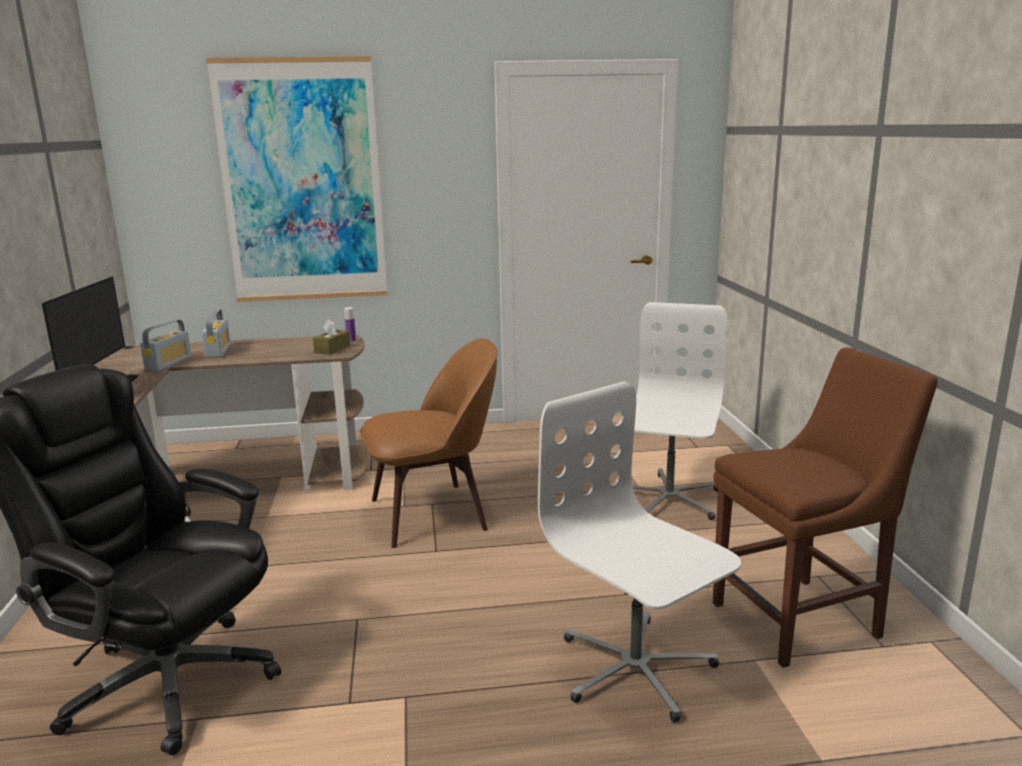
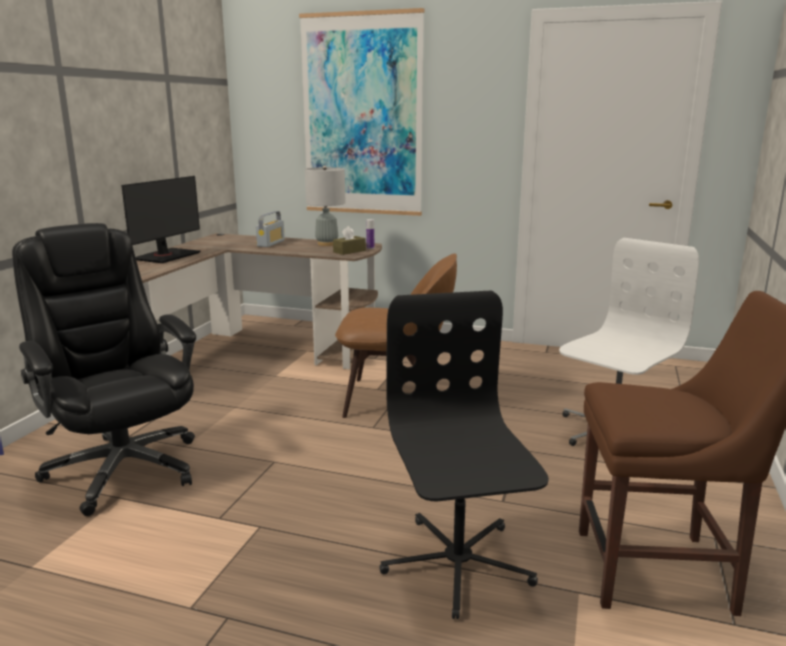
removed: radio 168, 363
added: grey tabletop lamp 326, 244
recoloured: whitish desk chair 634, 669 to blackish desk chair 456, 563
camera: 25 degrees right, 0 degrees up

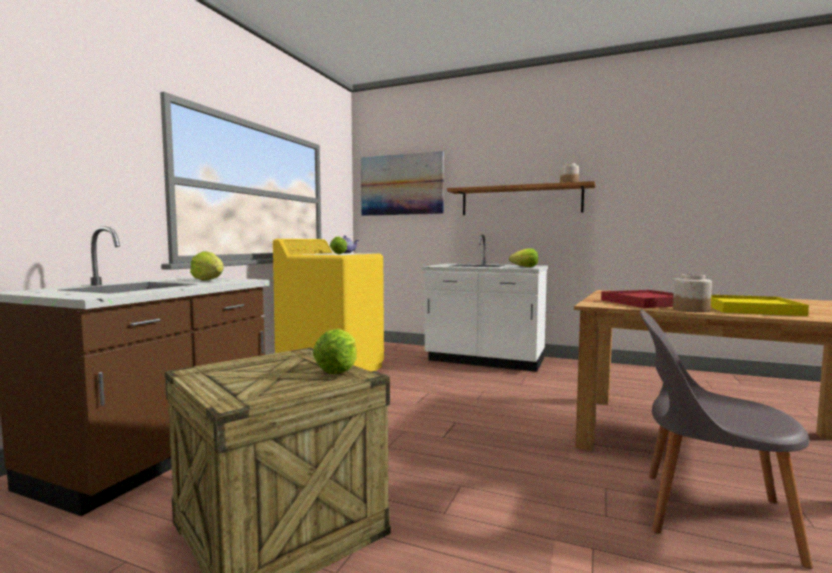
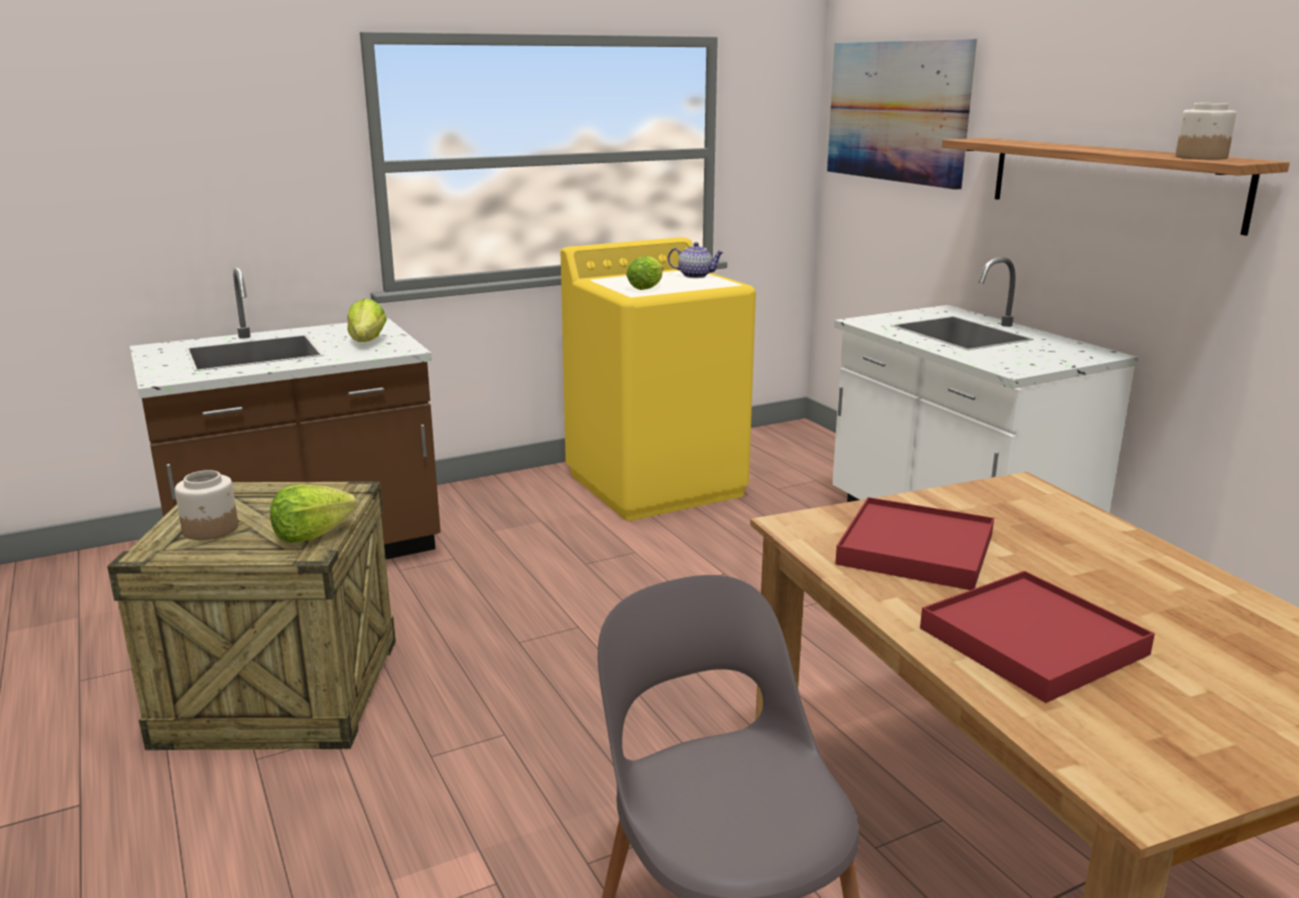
removed: head of lettuce 525, 267
moved: jar 691, 310 to 211, 529
recoloured: yellowish tray 751, 309 to red tray 1033, 641
camera: 40 degrees right, 15 degrees up

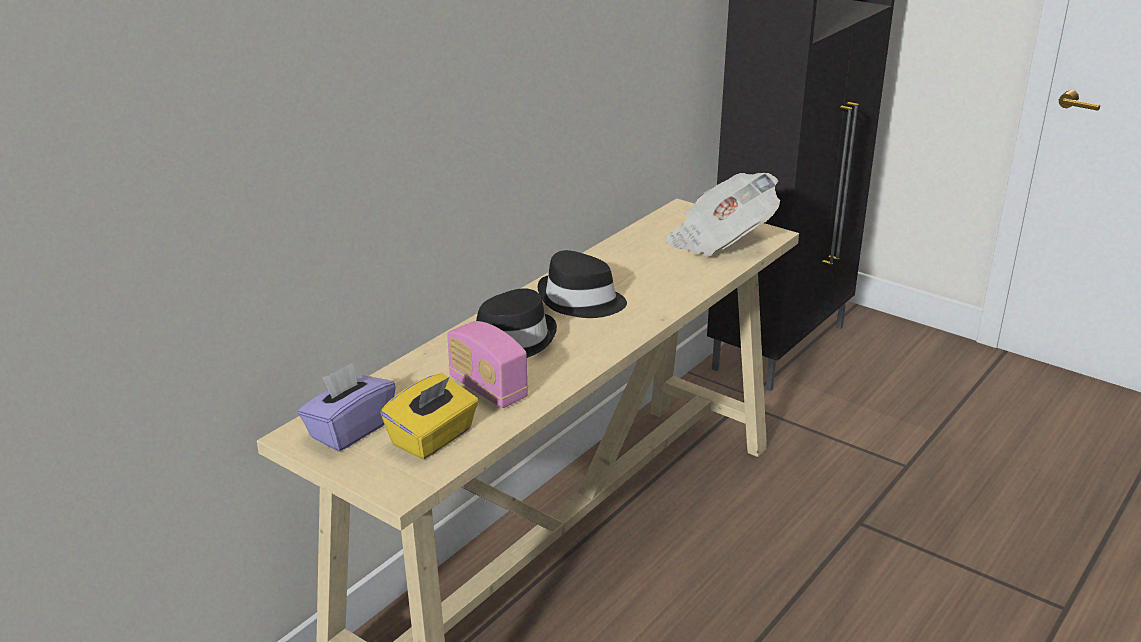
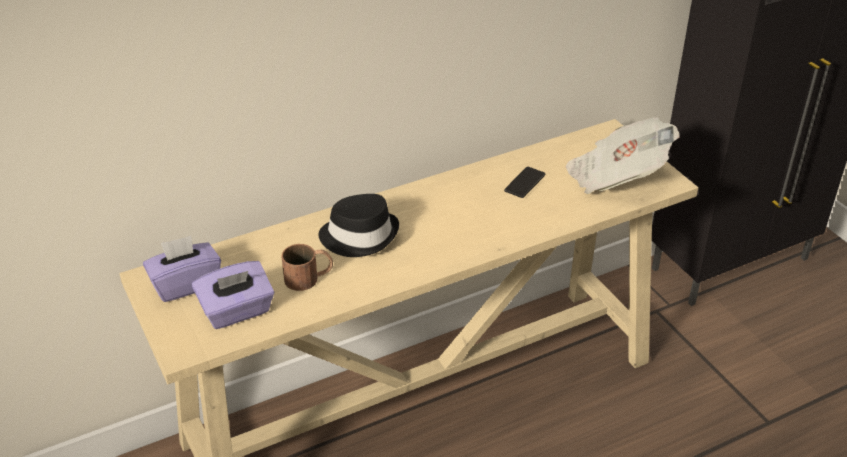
removed: blackish wearable hat 580, 301
added: handset 525, 183
replaced: radio 488, 389 to brownish mug 309, 277
recoloured: yellowish tissue holder 433, 438 to purple-coloured tissue holder 237, 311
camera: 25 degrees right, 10 degrees up

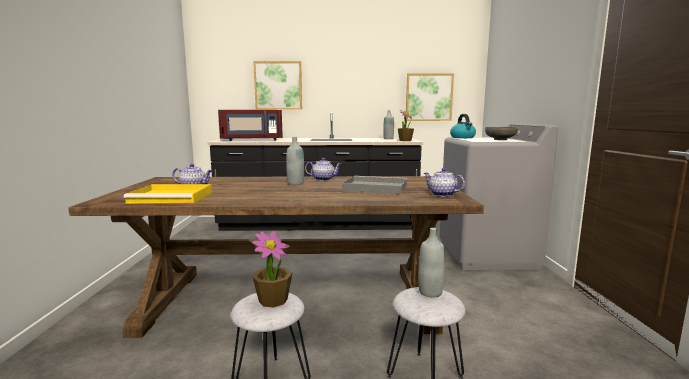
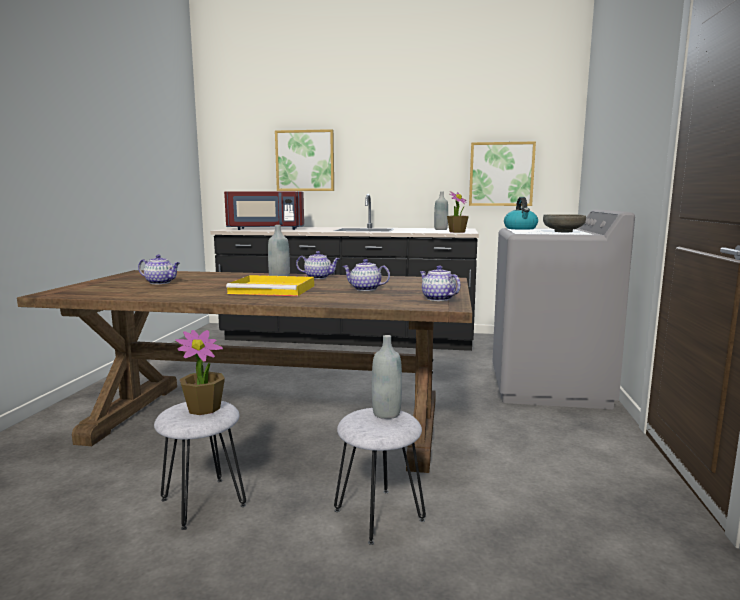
moved: yellowish tray 173, 197 to 274, 289
replaced: grey tray 374, 188 to tea pot 364, 289
camera: 10 degrees right, 0 degrees up

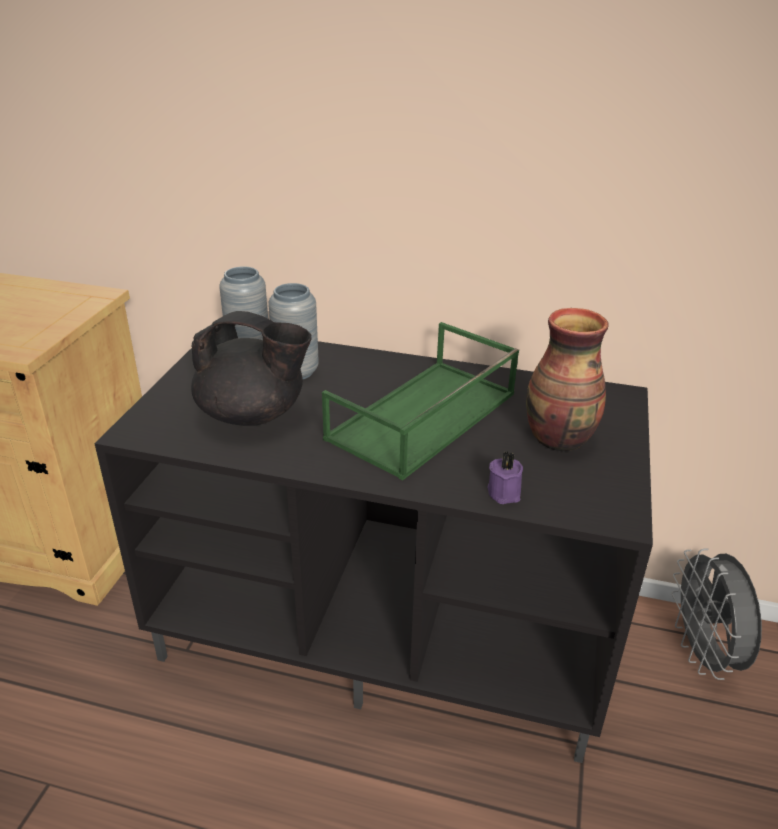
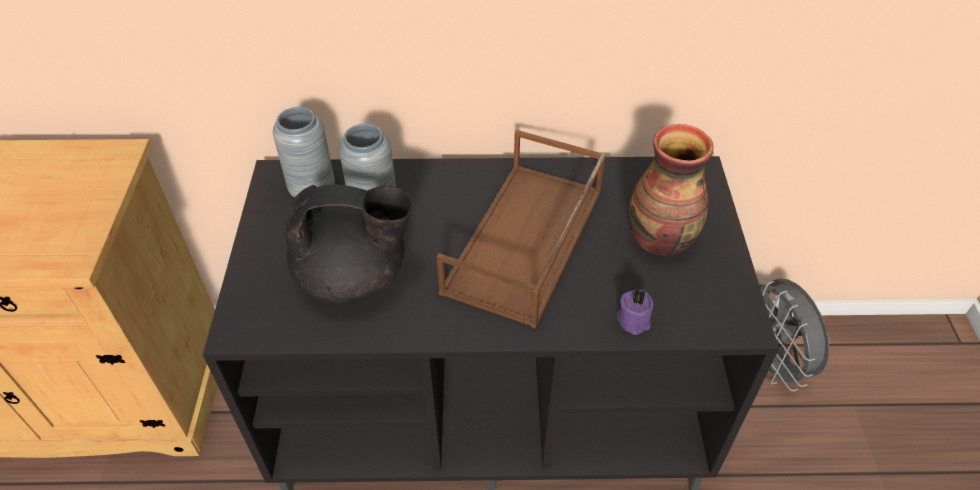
recoloured: green-coloured tray 423, 418 to brownish tray 525, 242
camera: 15 degrees left, 15 degrees up

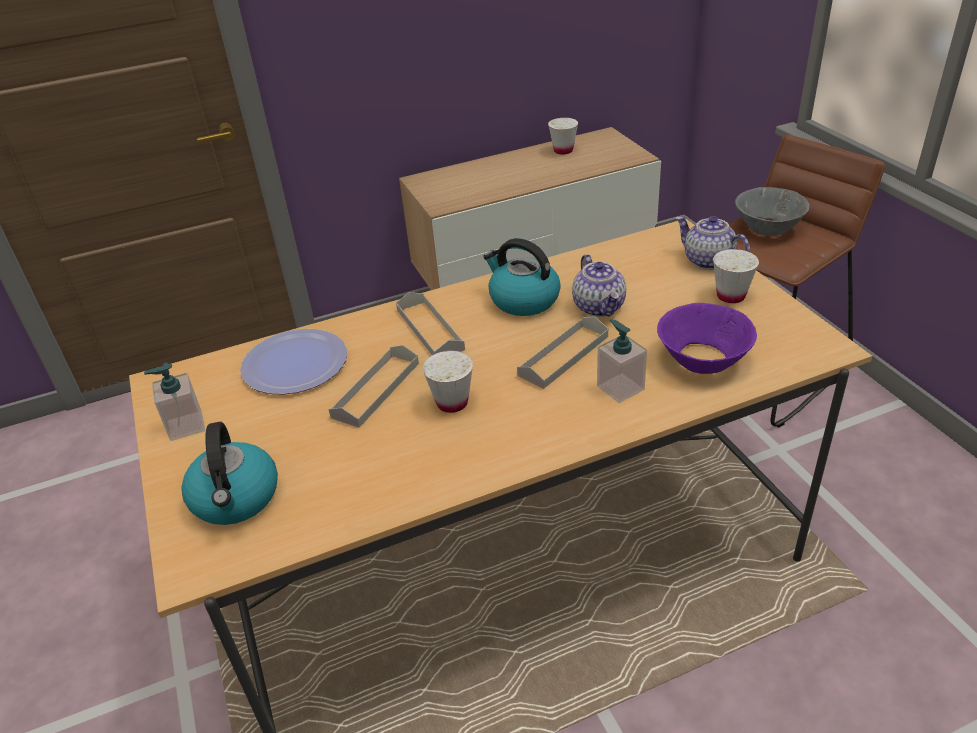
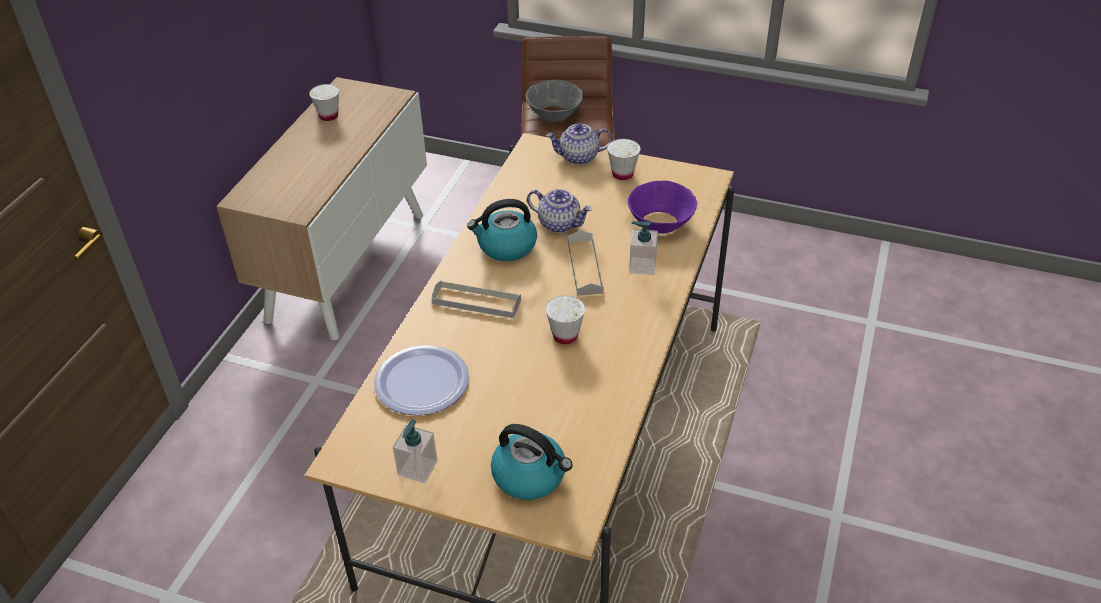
removed: grey tray 376, 389
camera: 50 degrees left, 5 degrees up

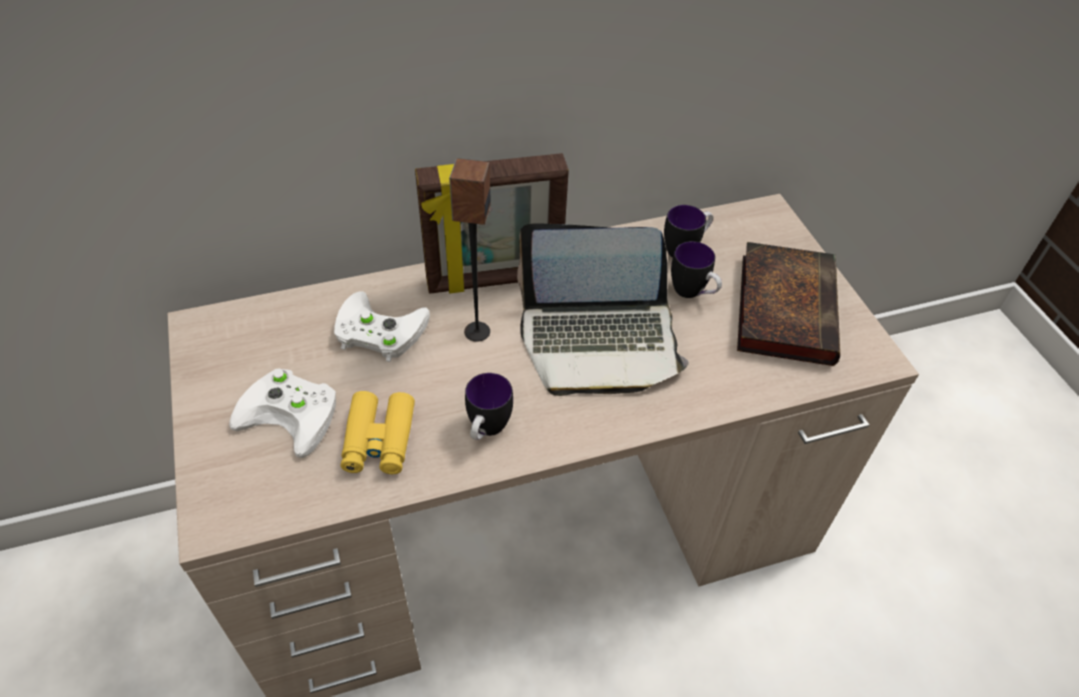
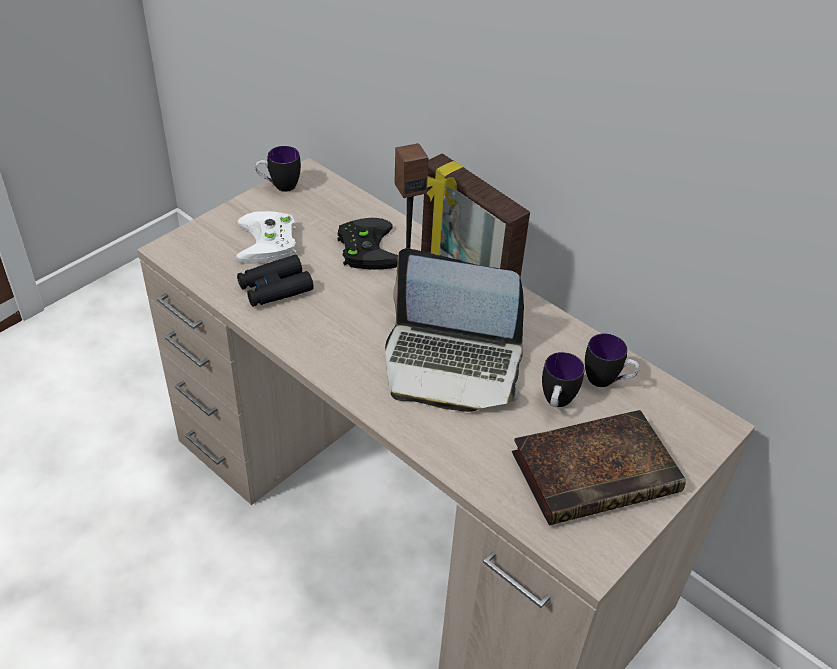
moved: mug 486, 431 to 279, 186
recoloured: whitish gamepad 376, 331 to blackish gamepad 365, 248; yellowish field glasses 379, 440 to blackish field glasses 275, 288
turned: laptop 599, 341 = 452, 364 45 degrees counterclockwise
camera: 60 degrees right, 5 degrees down

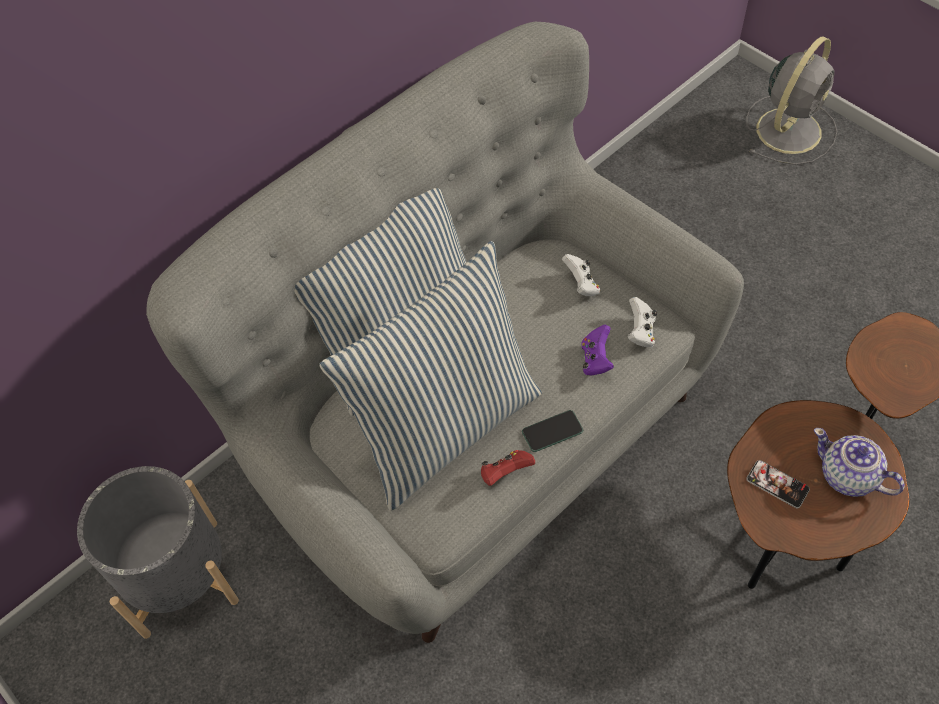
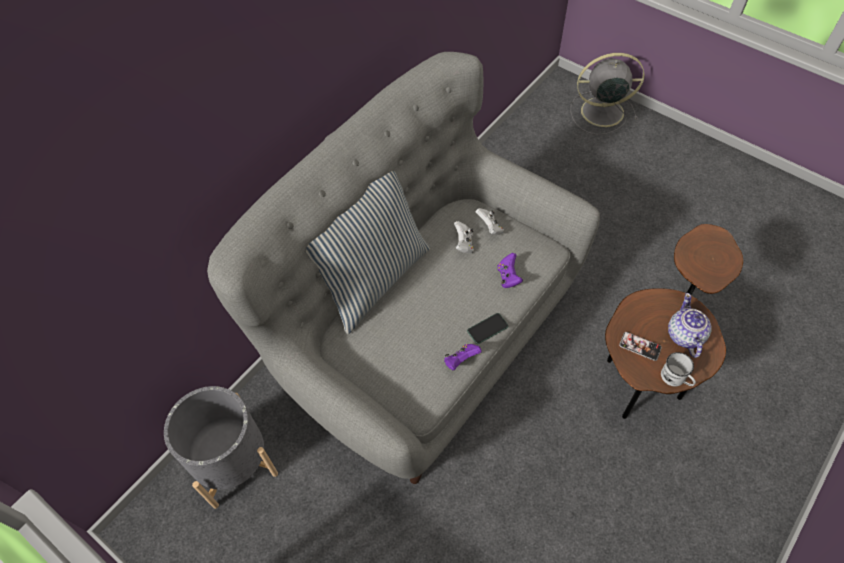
removed: pillow 446, 427
added: whitish mug 676, 378
moved: whitish gamepad 640, 332 to 464, 244
recoloured: red gamepad 505, 473 to purple-coloured gamepad 460, 361
turned: grey fan 790, 129 = 600, 112 120 degrees counterclockwise; tea pot 848, 476 = 684, 336 60 degrees clockwise
camera: 10 degrees left, 0 degrees up

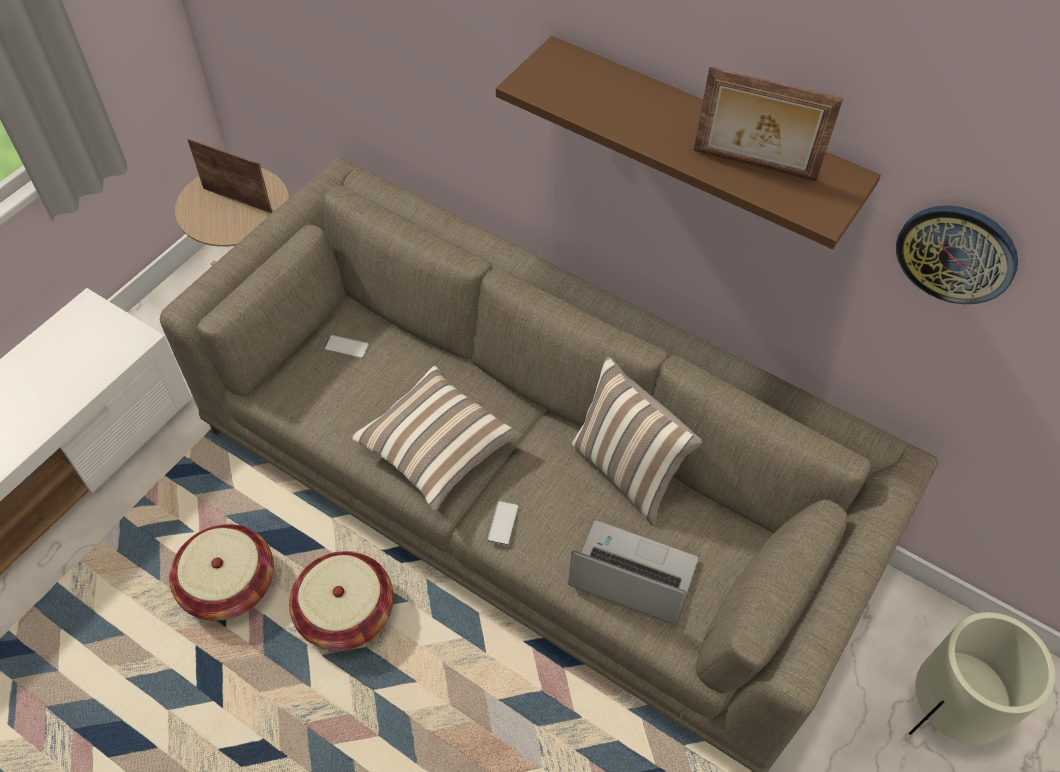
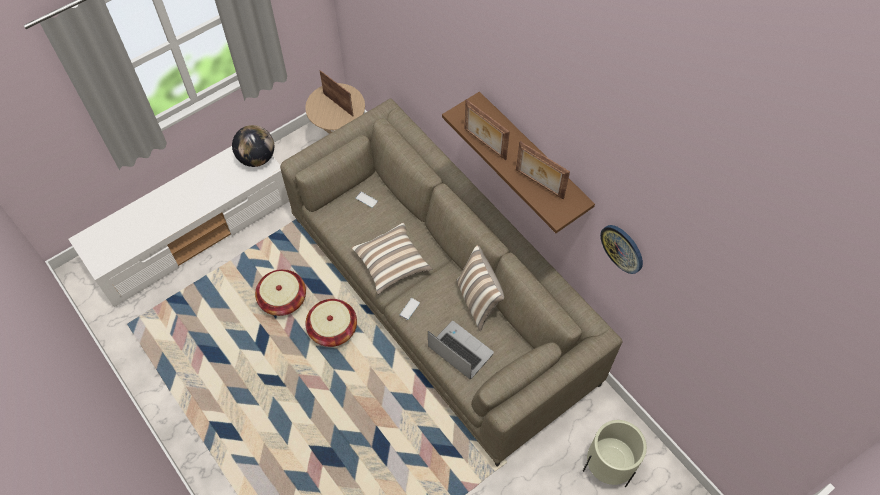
added: globe 257, 158; picture frame 484, 144
camera: 20 degrees right, 5 degrees up

